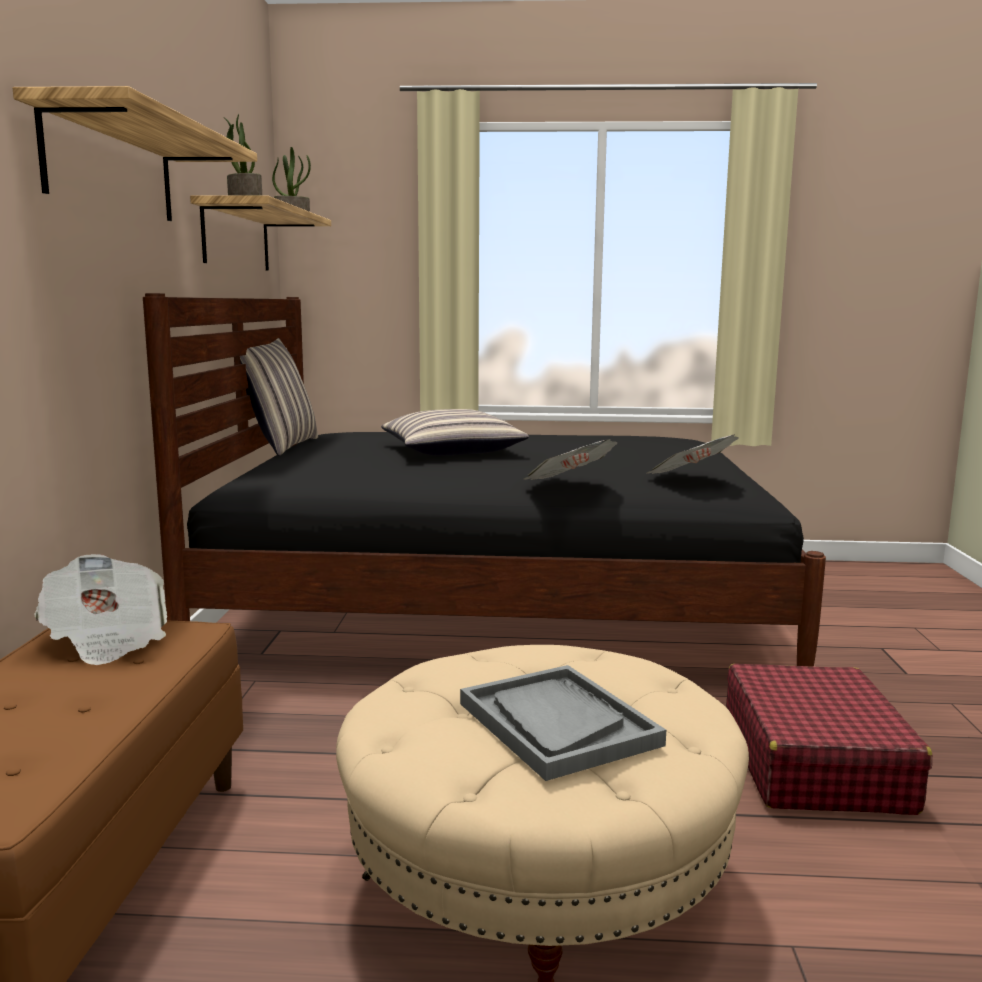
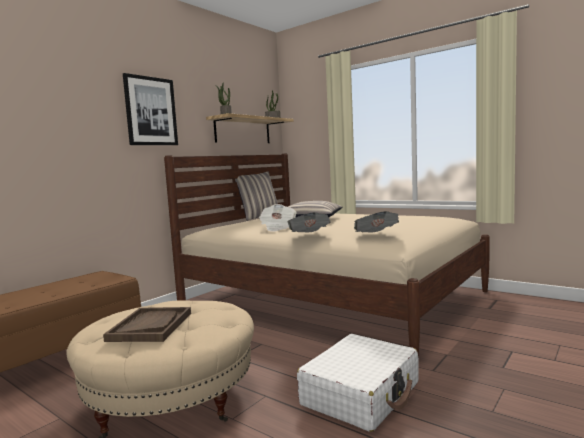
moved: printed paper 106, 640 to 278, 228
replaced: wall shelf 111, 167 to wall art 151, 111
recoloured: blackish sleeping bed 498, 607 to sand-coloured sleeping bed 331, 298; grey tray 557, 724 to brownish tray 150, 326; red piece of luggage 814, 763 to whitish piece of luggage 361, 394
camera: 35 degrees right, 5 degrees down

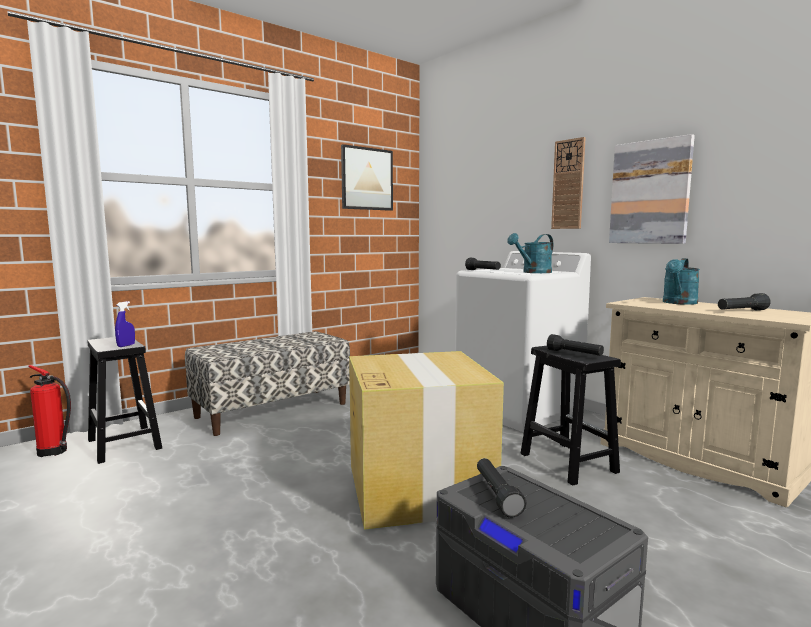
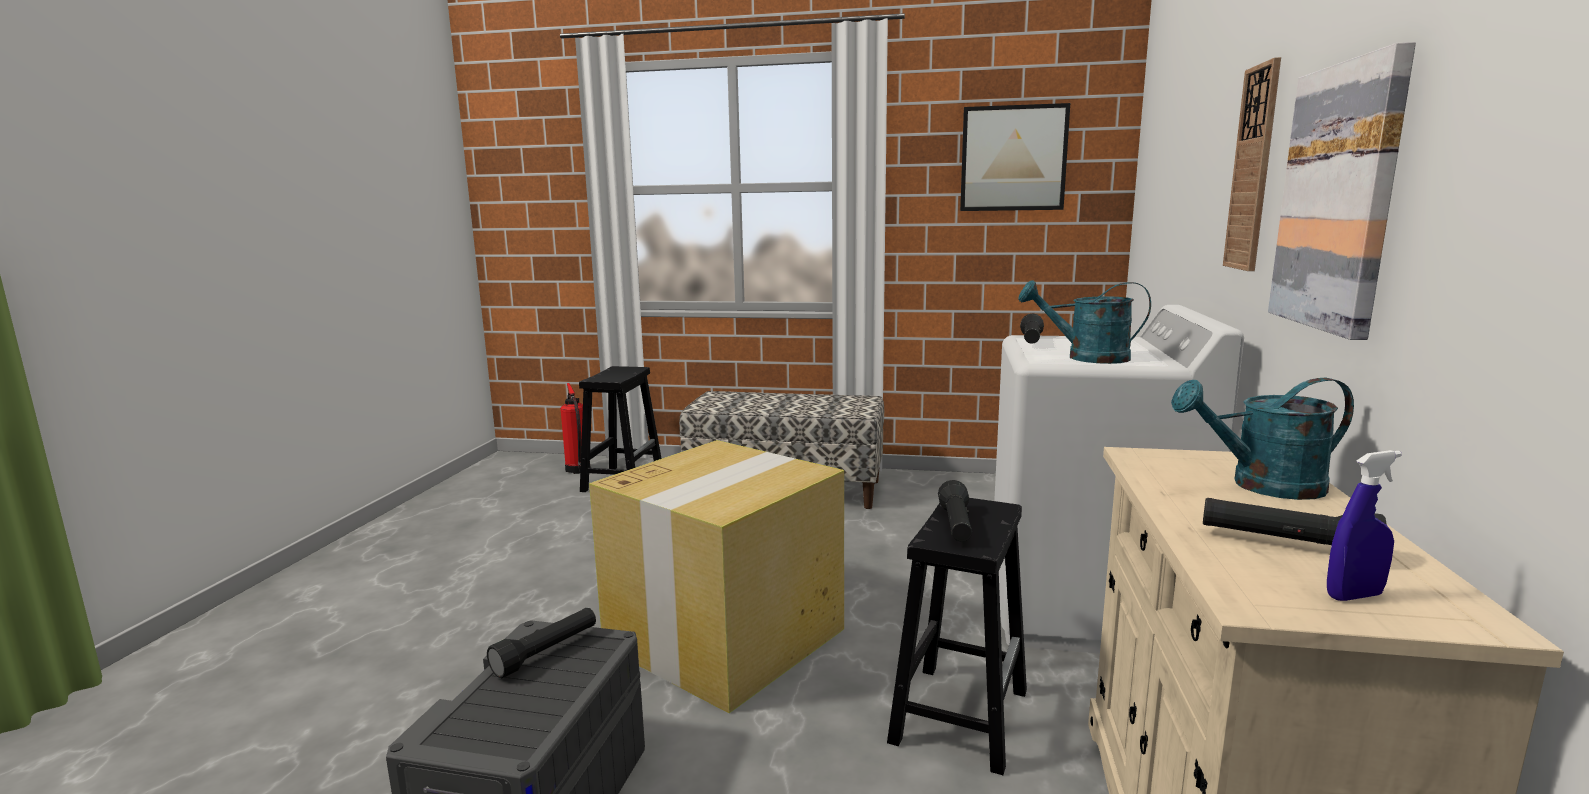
moved: bluish hand sprayer 126, 345 to 1354, 596
camera: 50 degrees right, 5 degrees up

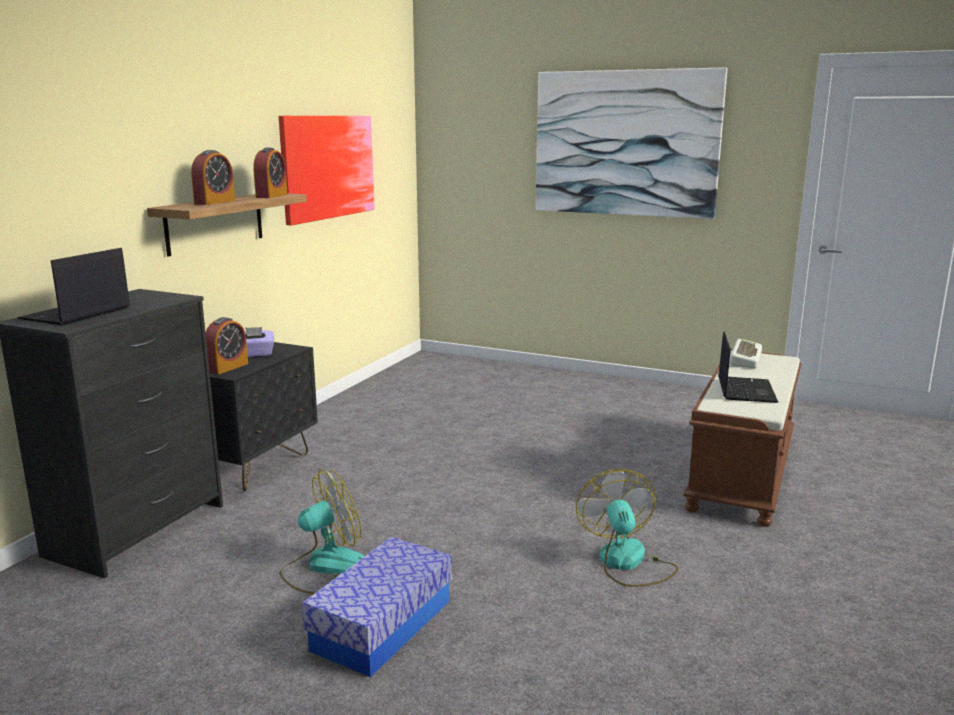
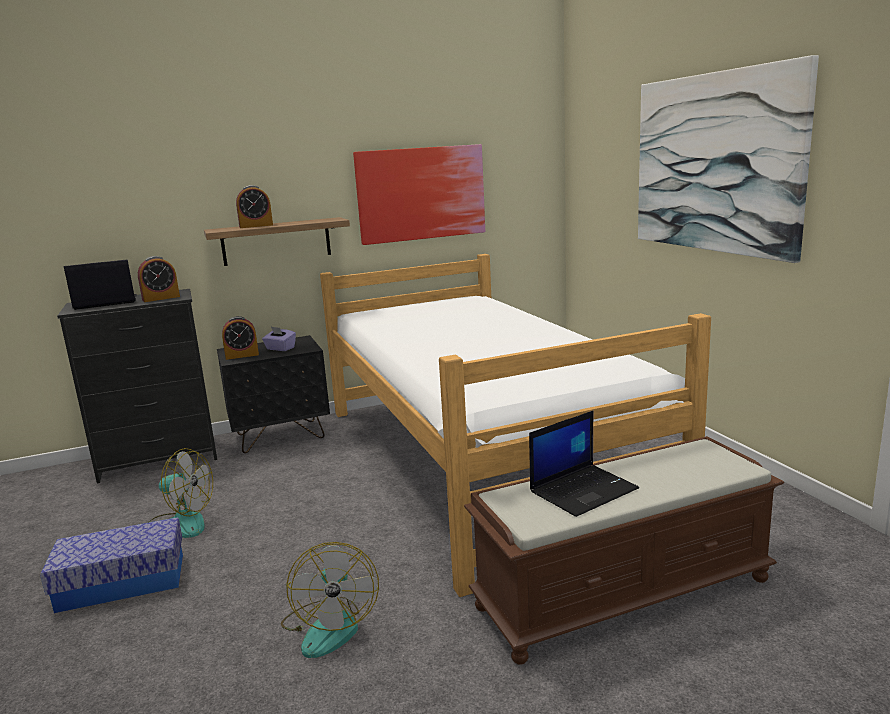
removed: keyboard 744, 358
added: sleeping bed 481, 458
moved: table clock 271, 196 to 161, 298
turned: fan 627, 563 = 330, 626 135 degrees clockwise
camera: 45 degrees right, 0 degrees up

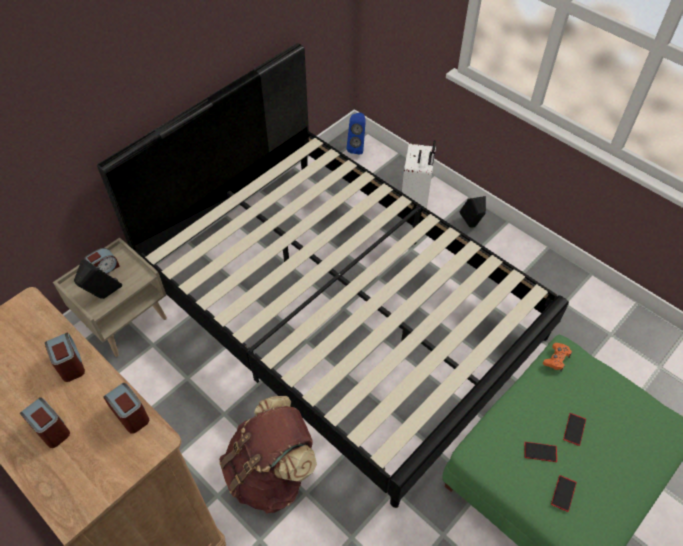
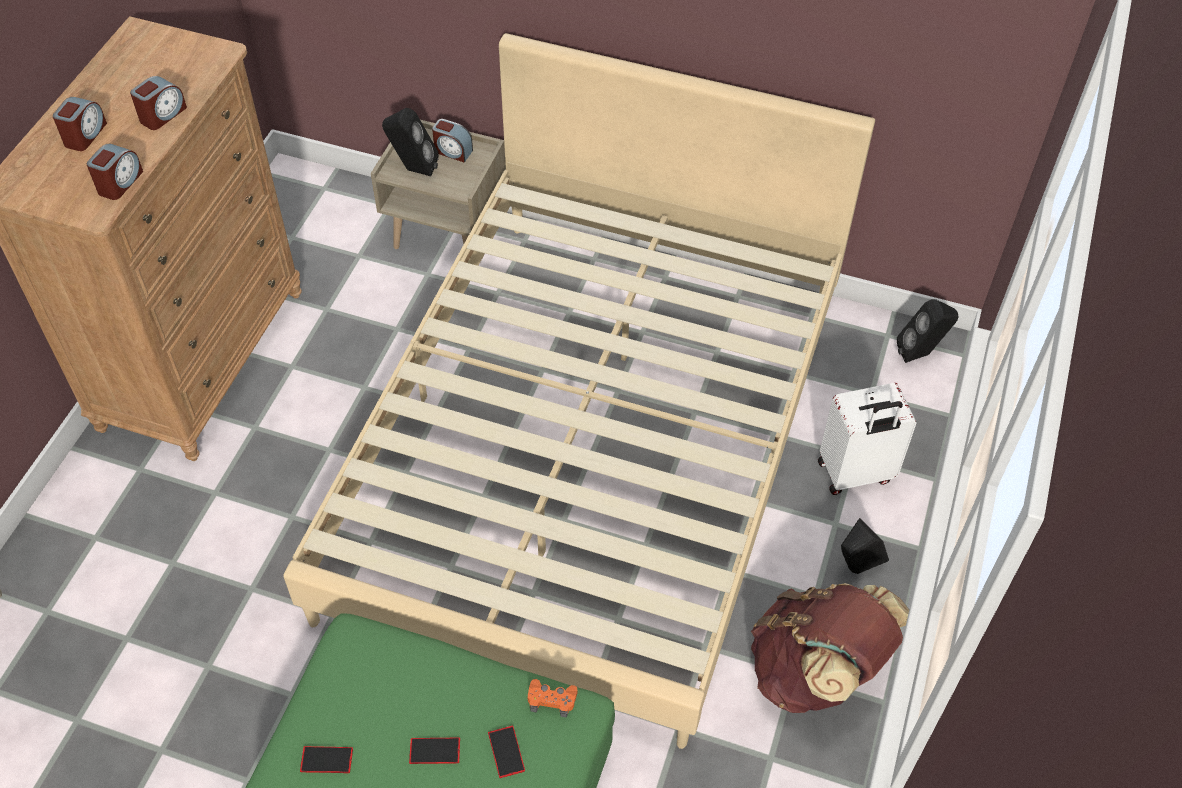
moved: brownish knapsack 271, 472 to 815, 673; handset 540, 452 to 506, 751
recoloured: blackish sleeping bed 341, 307 to sand-coloured sleeping bed 591, 450; bluish speaker 357, 147 to blackish speaker 921, 354
camera: 65 degrees right, 0 degrees up

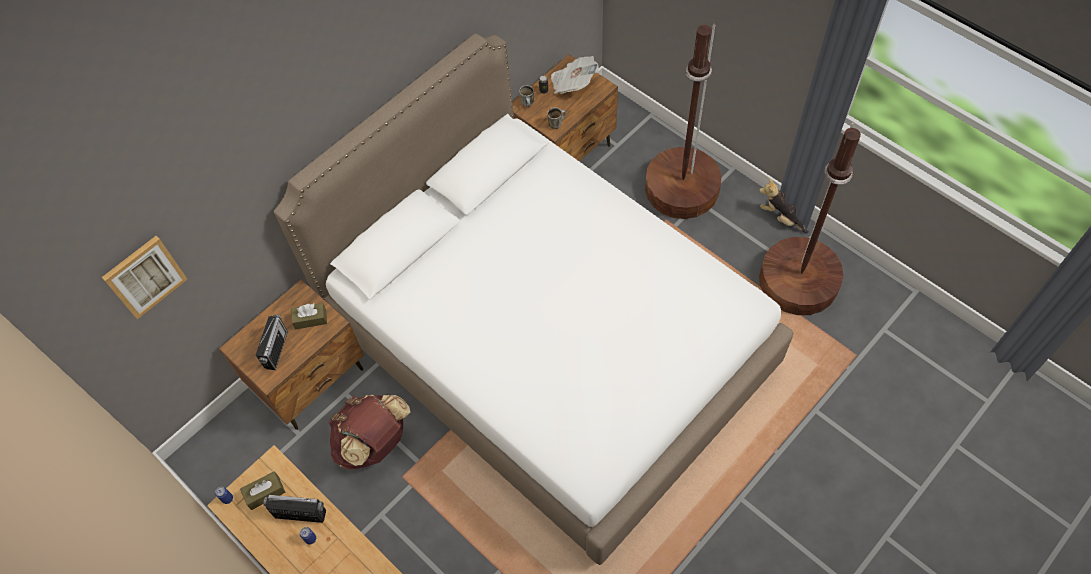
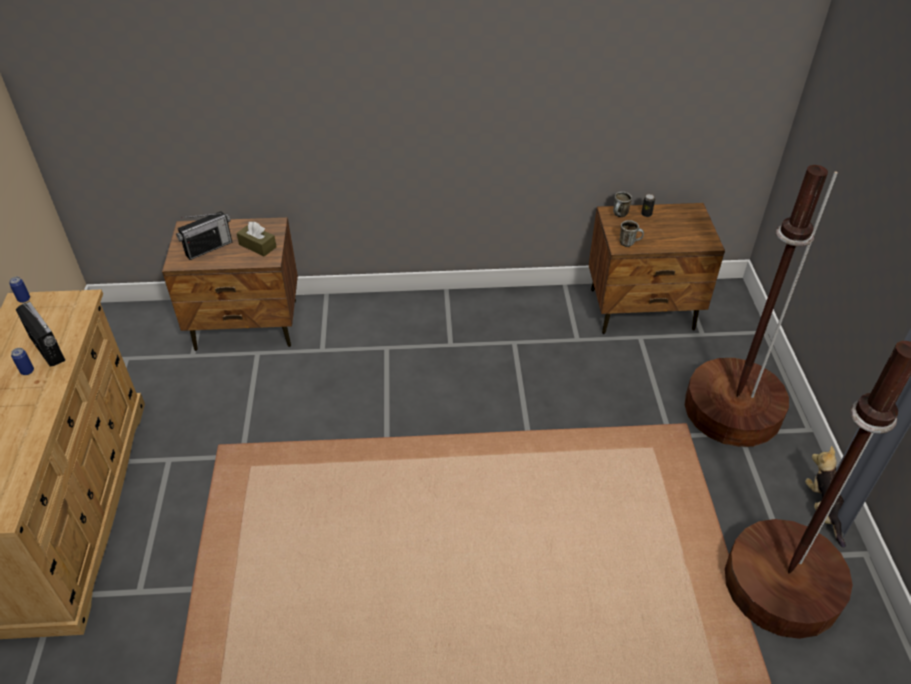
removed: wall art 144, 276; brownish tissue holder 265, 493; whitish sleeping bed 549, 345; brownish knapsack 374, 443; printed paper 573, 83
camera: 40 degrees right, 15 degrees down

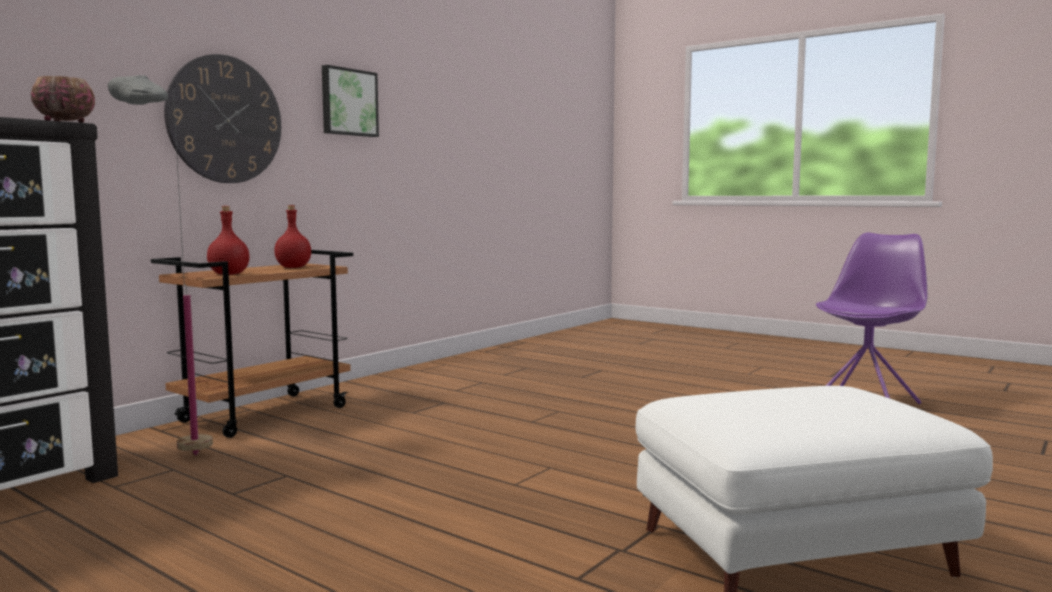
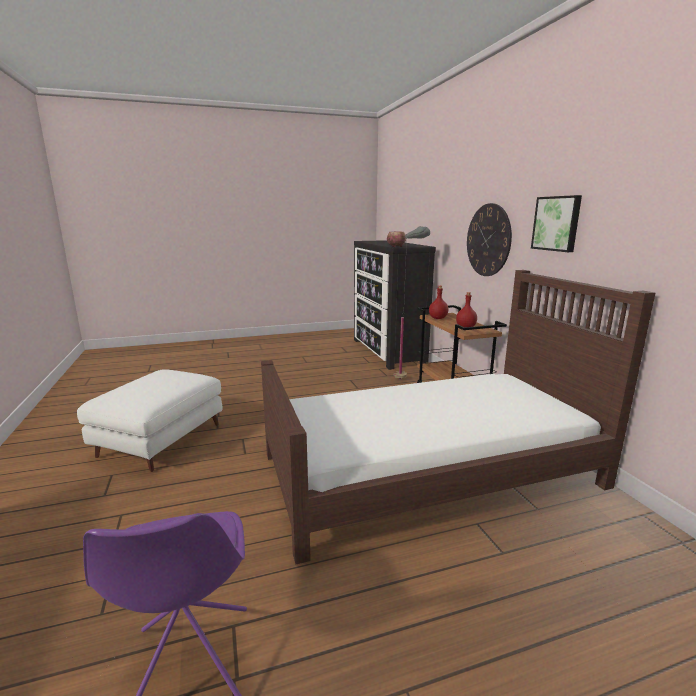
added: brownish sleeping bed 430, 470
camera: 125 degrees right, 10 degrees up

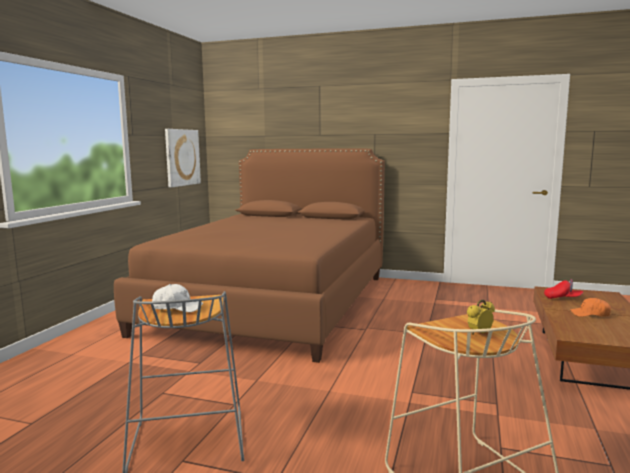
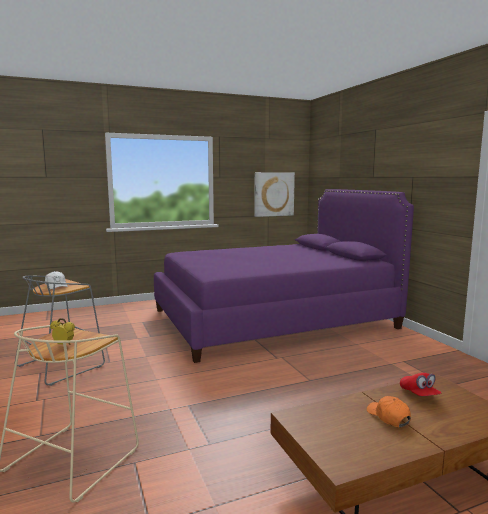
recoloured: brownish sleeping bed 273, 302 to purple-coloured sleeping bed 273, 319
camera: 50 degrees right, 0 degrees up

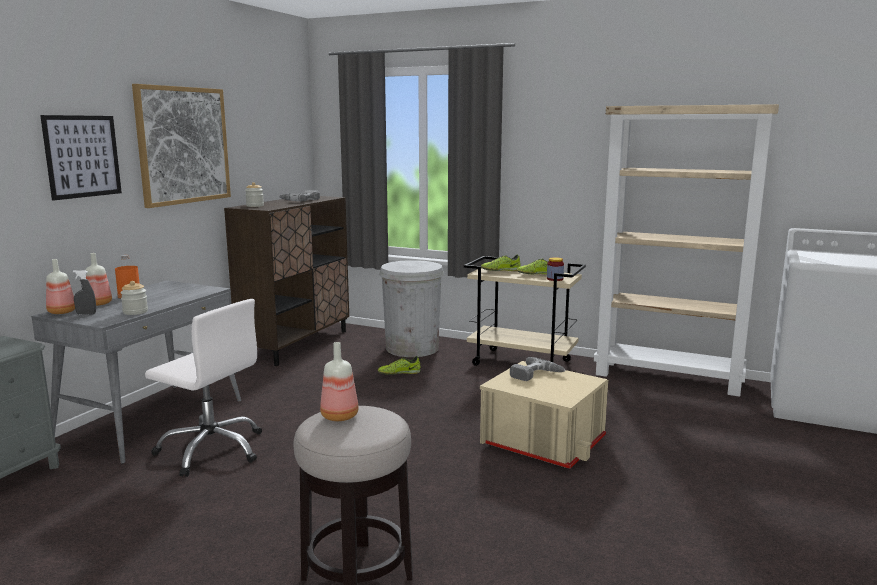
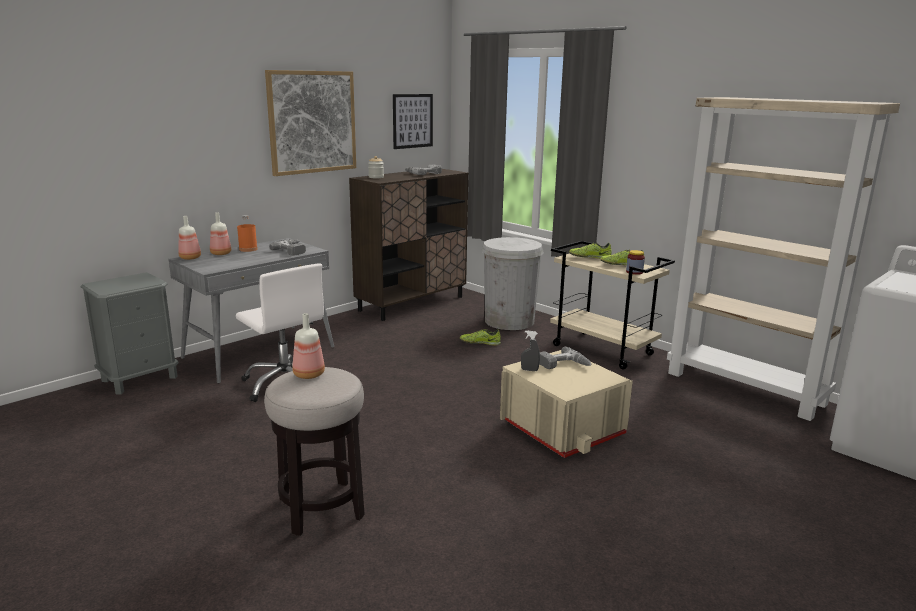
removed: jar 135, 312
added: drill 293, 250
moved: wall art 82, 156 to 412, 121; grey hand sprayer 86, 314 to 529, 370
camera: 20 degrees right, 5 degrees up

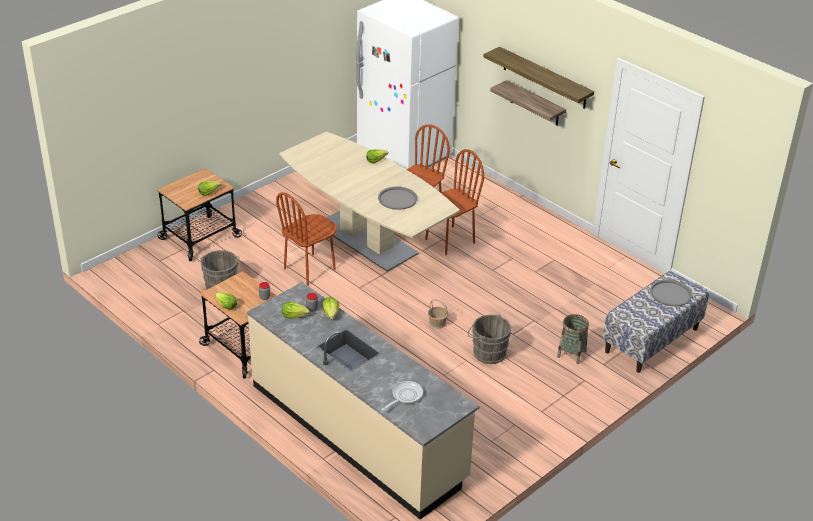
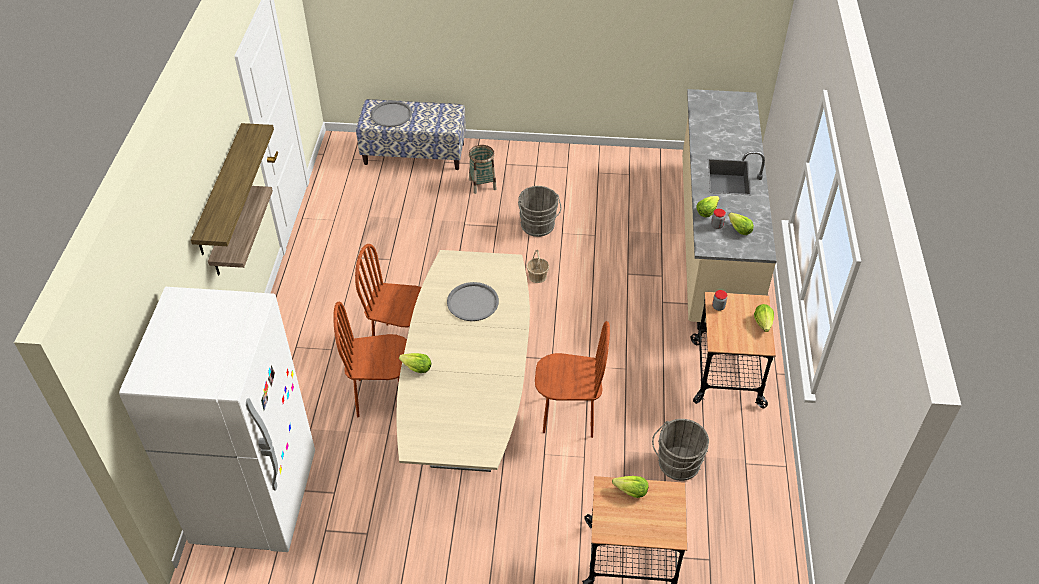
removed: frying pan 405, 396
camera: 130 degrees left, 10 degrees up

